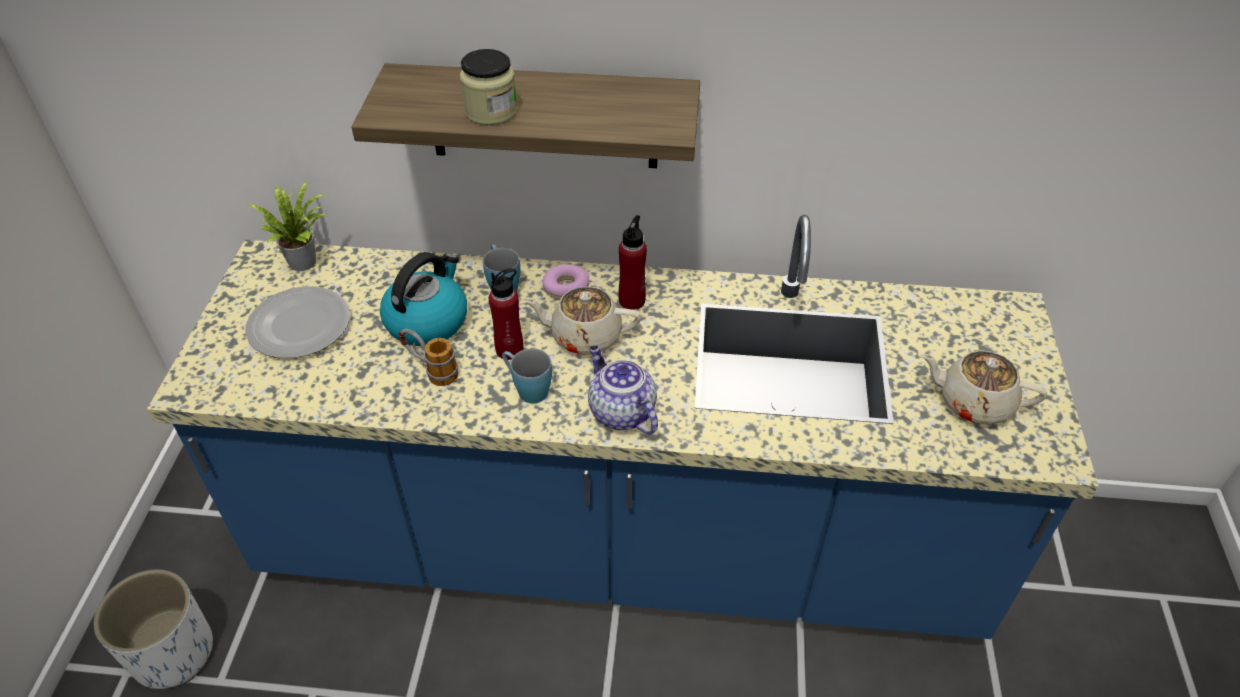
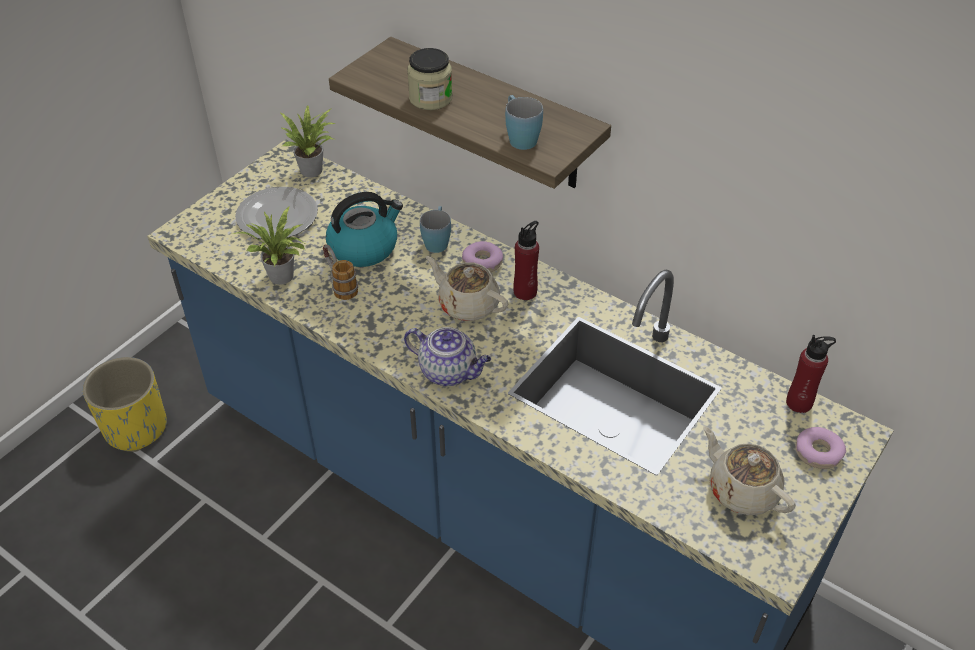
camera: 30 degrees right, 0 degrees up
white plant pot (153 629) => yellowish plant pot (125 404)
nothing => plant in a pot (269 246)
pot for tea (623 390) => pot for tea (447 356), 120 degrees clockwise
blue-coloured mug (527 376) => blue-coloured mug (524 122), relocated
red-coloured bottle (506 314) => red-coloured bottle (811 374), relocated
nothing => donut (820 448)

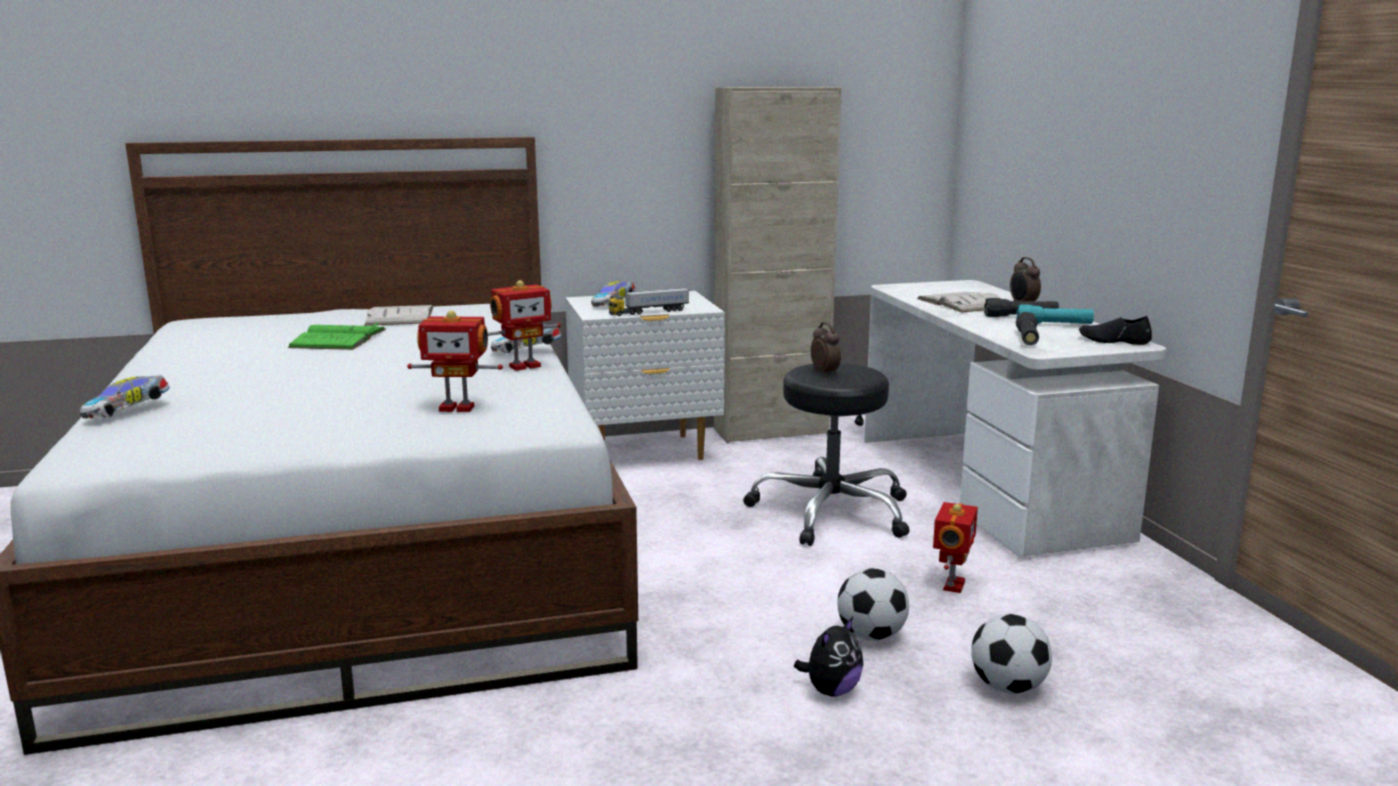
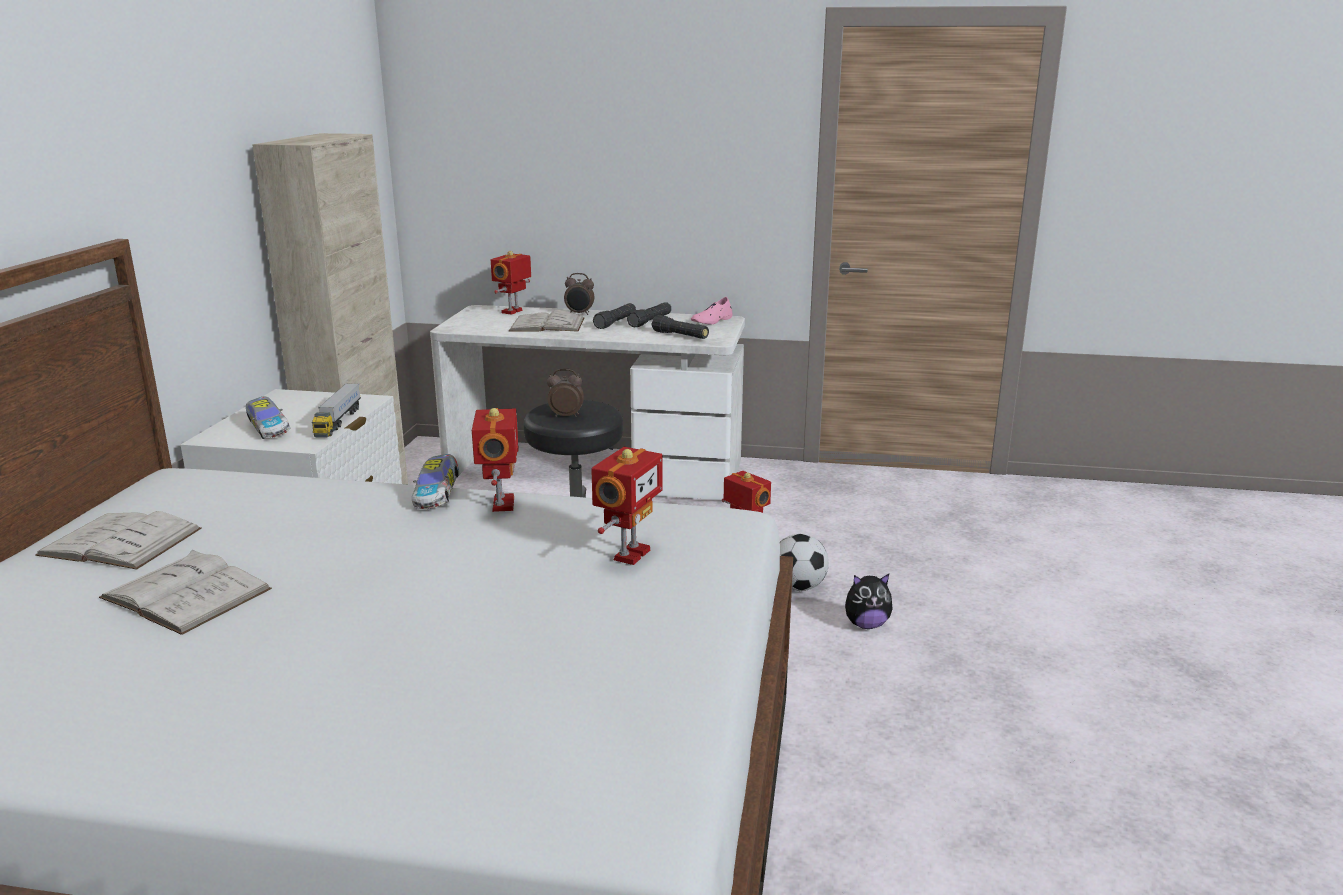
camera: 65 degrees left, 5 degrees up
greenish volume (337 336) => white volume (185 592)
nothing => robot figure (511 283)
turquoise flashlight (1055 314) => black flashlight (649 315)
black shoe (1115 330) => pink shoe (711 311)
cuddly toy (828 657) => cuddly toy (868 601), 105 degrees clockwise
toy car (125 397) => nothing
football (1011 654) => nothing

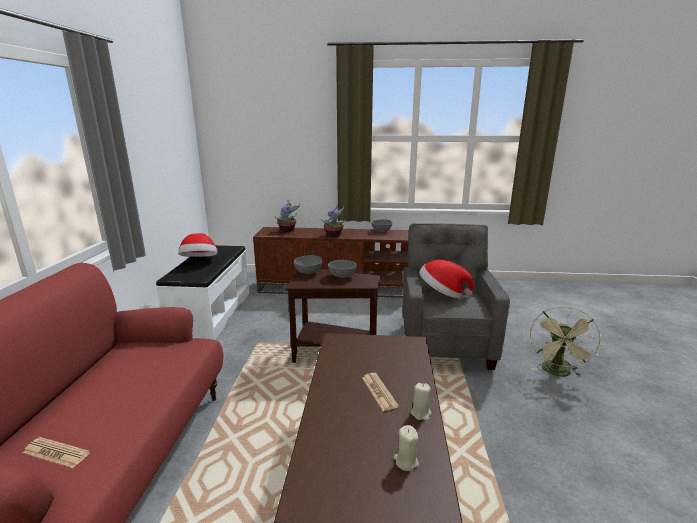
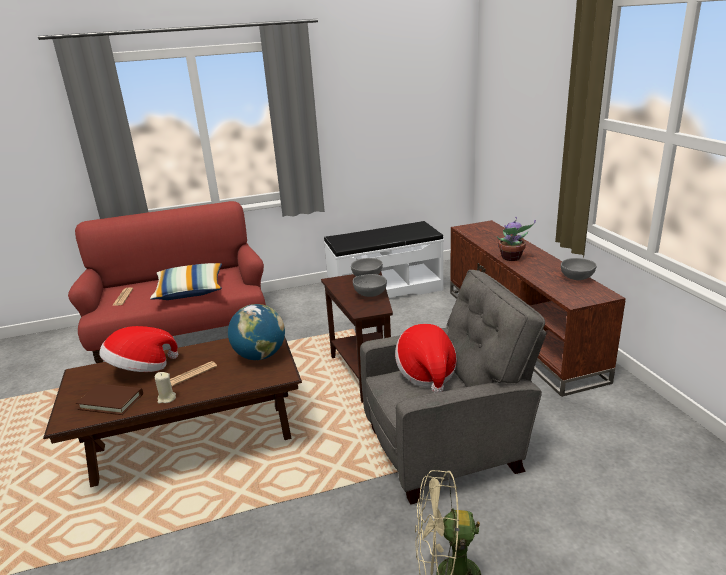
camera: 70 degrees right, 5 degrees up
beige-coloured wax light (406 448) => brown-coloured volume (109 399)
wearable hat (198 245) => wearable hat (138 349), relocated
nothing => pillow (186 281)
nothing => world globe (256 332)
plant in a pot (288 216) => nothing

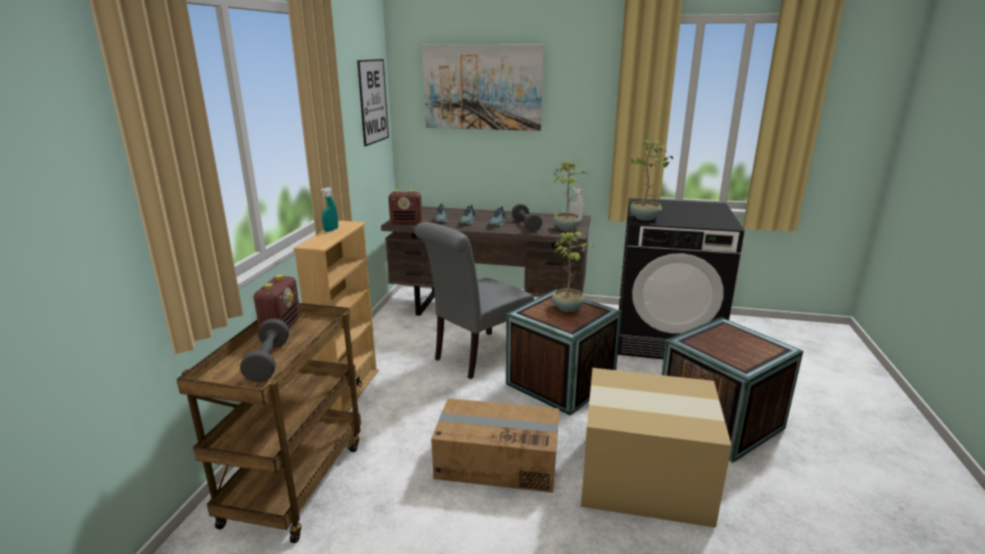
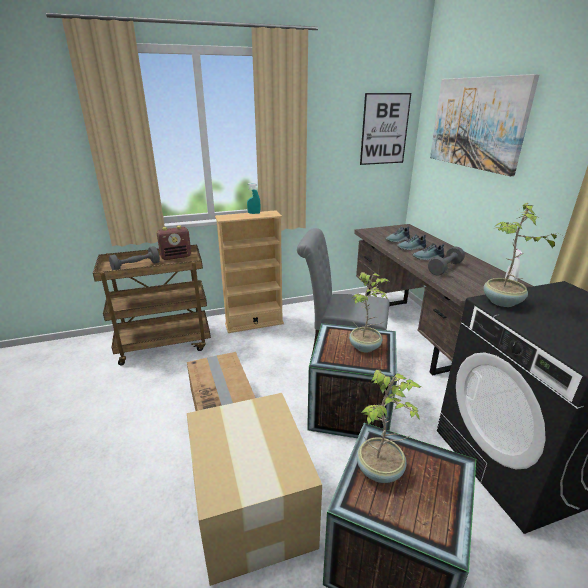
camera: 60 degrees right, 5 degrees up
plant in a pot (570 195) => plant in a pot (389 426), relocated
radio (405 207) => nothing

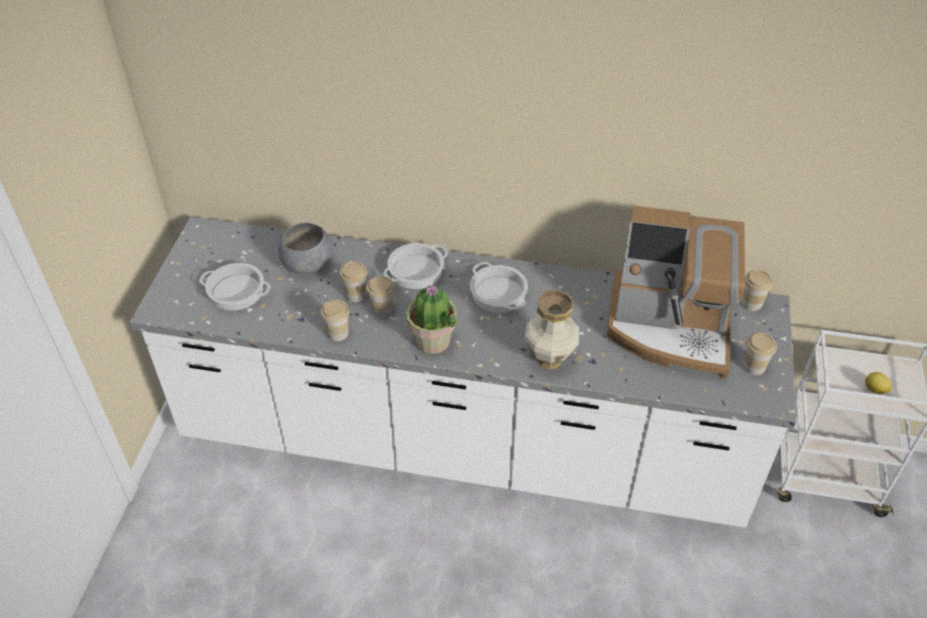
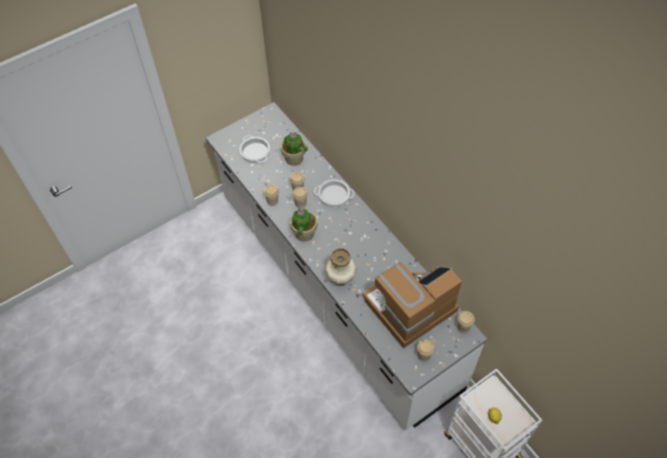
camera: 45 degrees right, 10 degrees up
gray serving bowl (305 248) => plant in a pot (294 149)
coffee machine (676 292) => coffee machine (412 306), 90 degrees clockwise
stockpot (499 287) => nothing

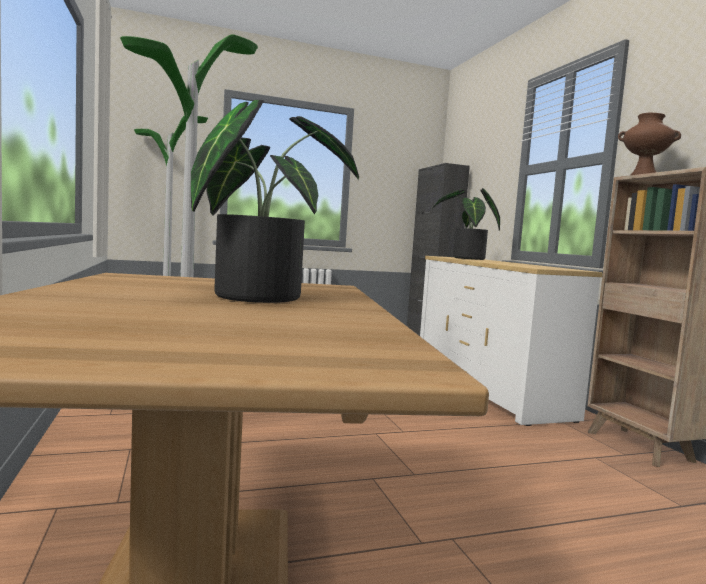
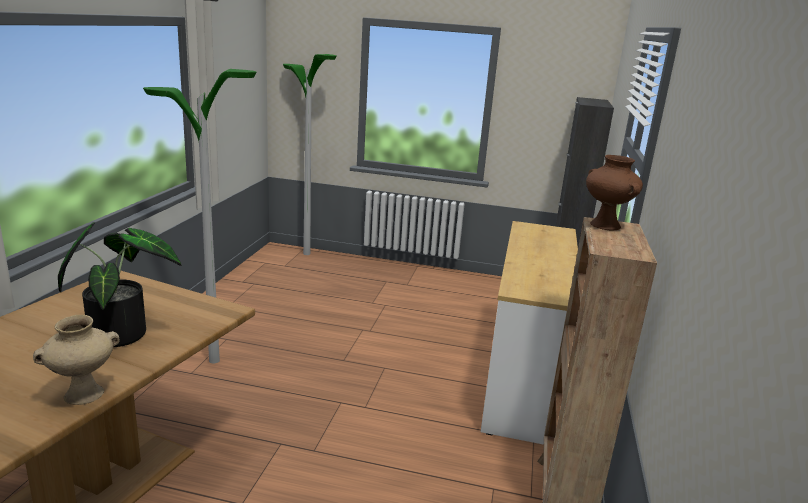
camera: 30 degrees right, 15 degrees up
nothing => beige-coloured flower vase (76 360)
plant in a pot (466 224) => nothing

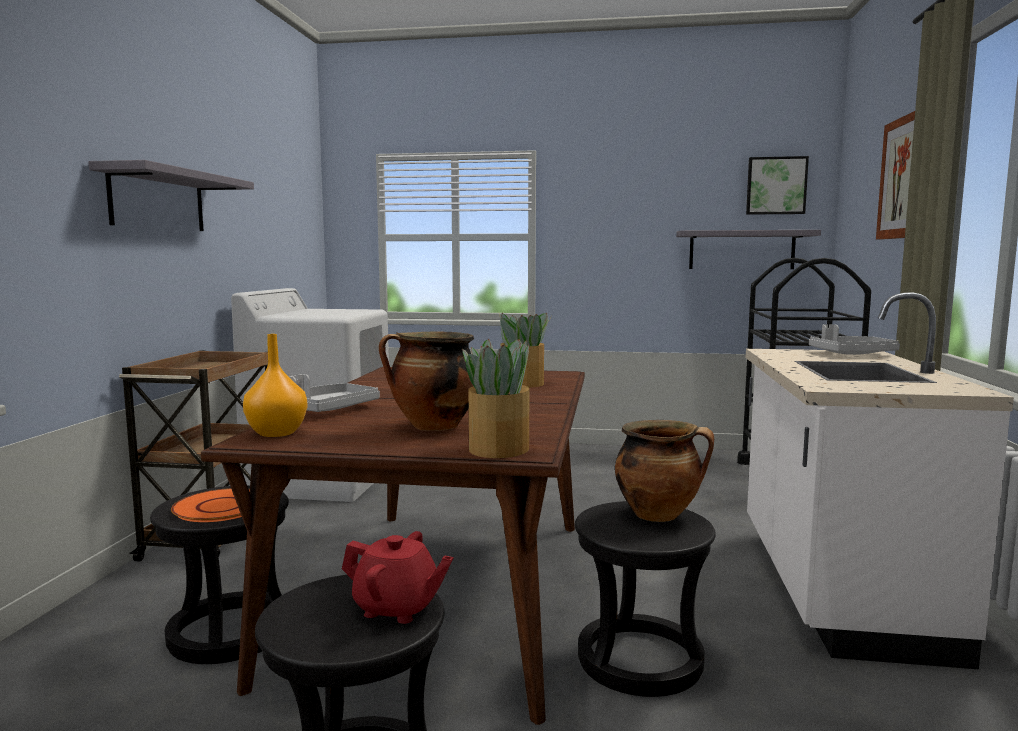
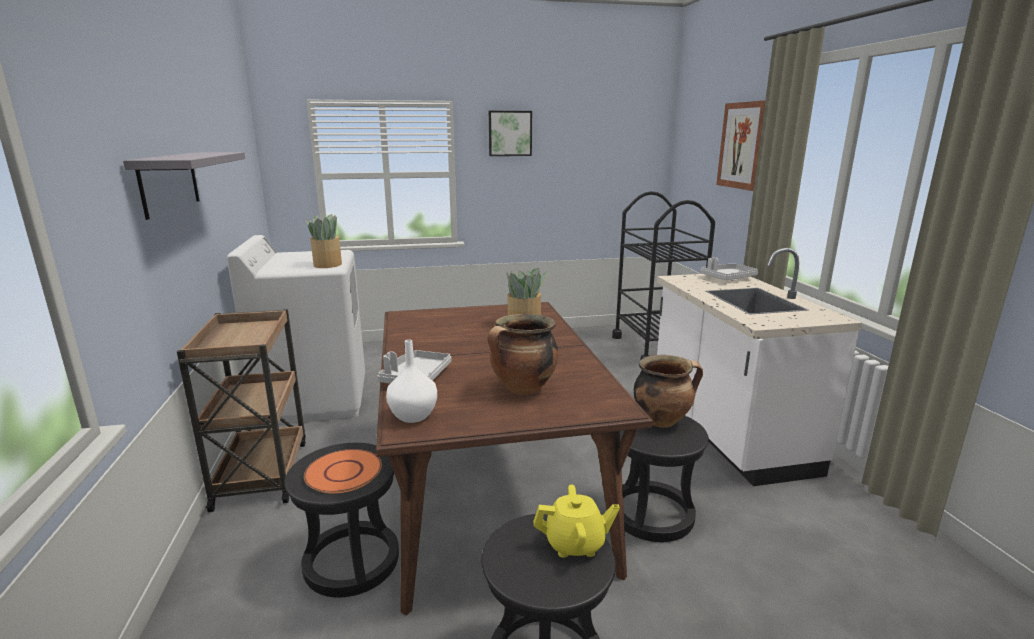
camera: 20 degrees left, 10 degrees up
plant in a pot (495 398) => plant in a pot (324 241), relocated
orangey flower vase (275 385) => white flower vase (411 381)
wall picture (777 185) => wall picture (510 133), relocated
red-coloured pot for tea (398 577) => yellowish pot for tea (577 521)
gray shelf (748 249) => nothing

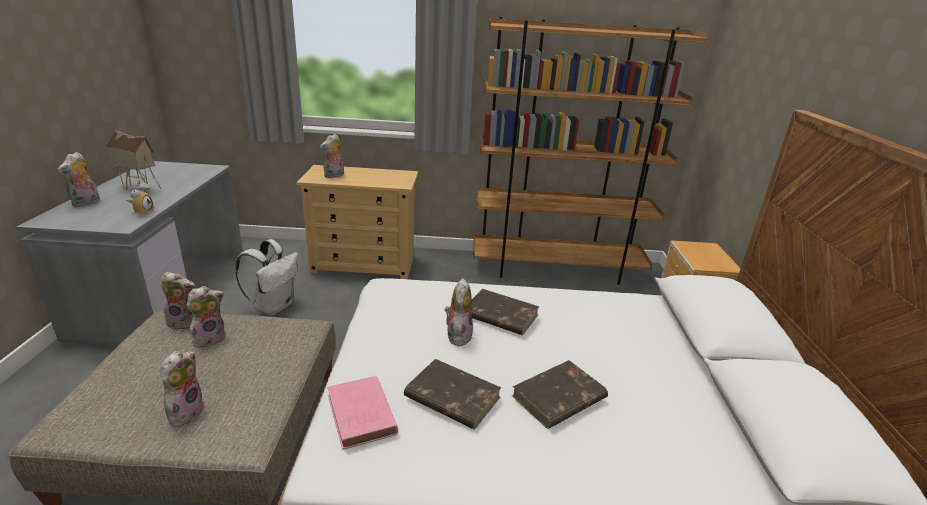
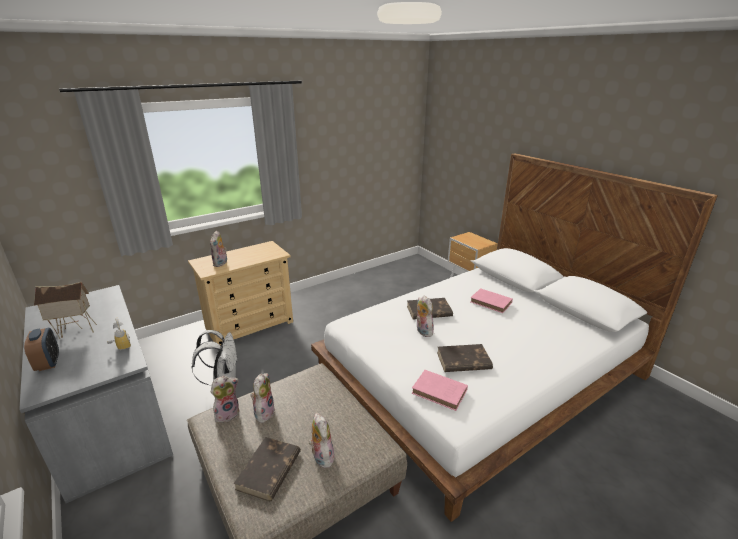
camera: 35 degrees left, 0 degrees up
cuddly toy (78 179) => alarm clock (41 349)
brown-coloured volume (560 394) => brown-coloured volume (267 469), relocated
nothing => pink volume (491 300)
brown-coloured bookshelf (591 151) => nothing

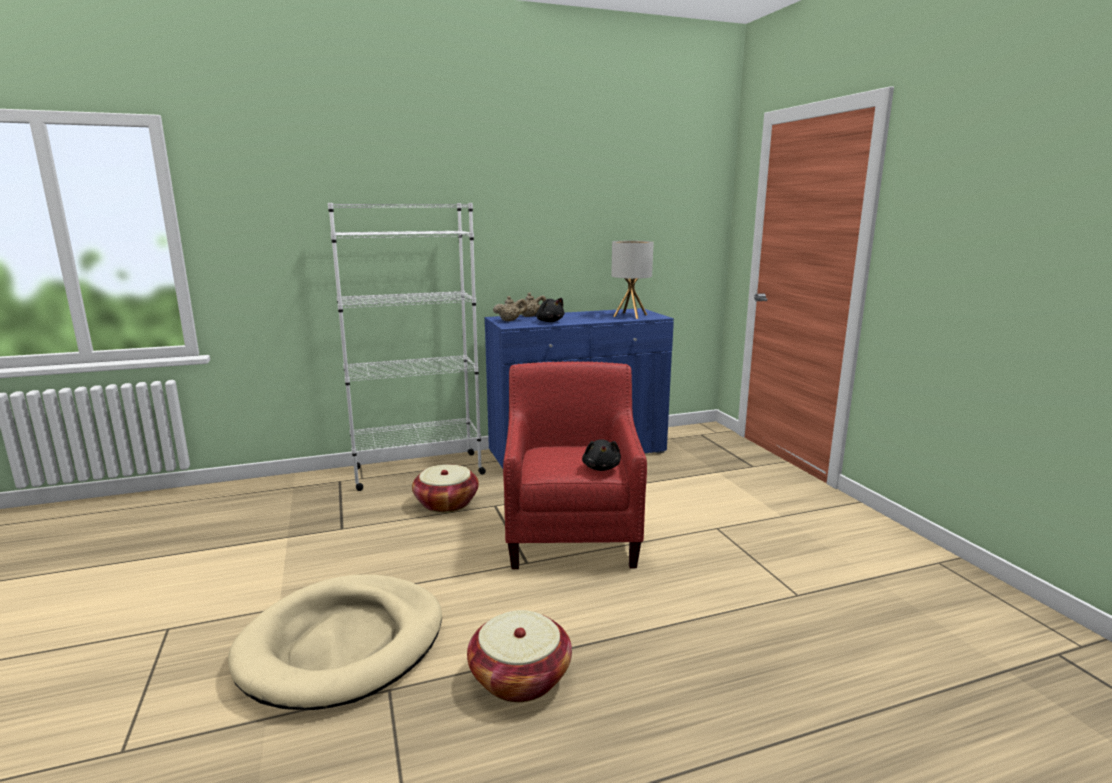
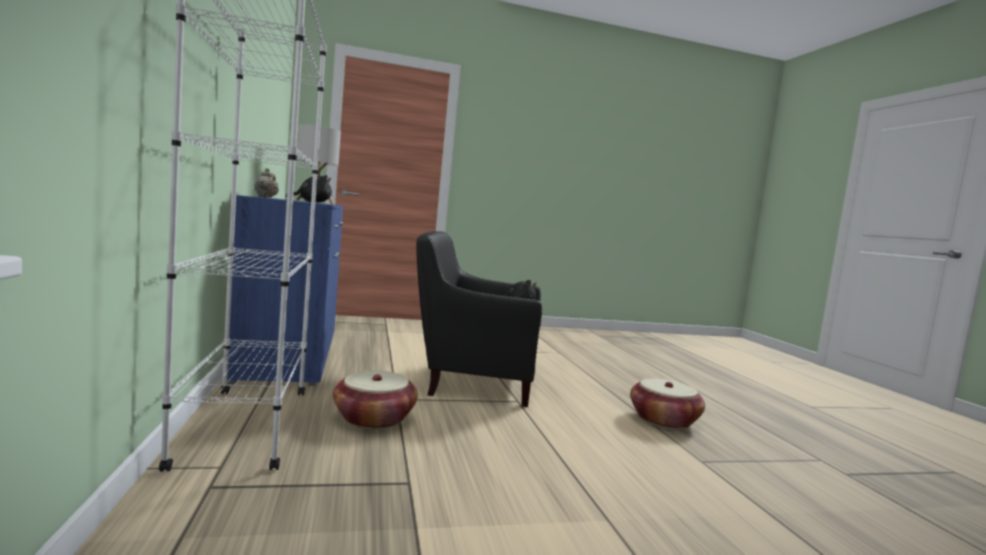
camera: 85 degrees left, 10 degrees down
red-coloured easy chair (575 465) => black easy chair (479 319)
beige-coloured dog cushion (335 642) => nothing
beige-coloured pot for tea (510 308) => nothing

